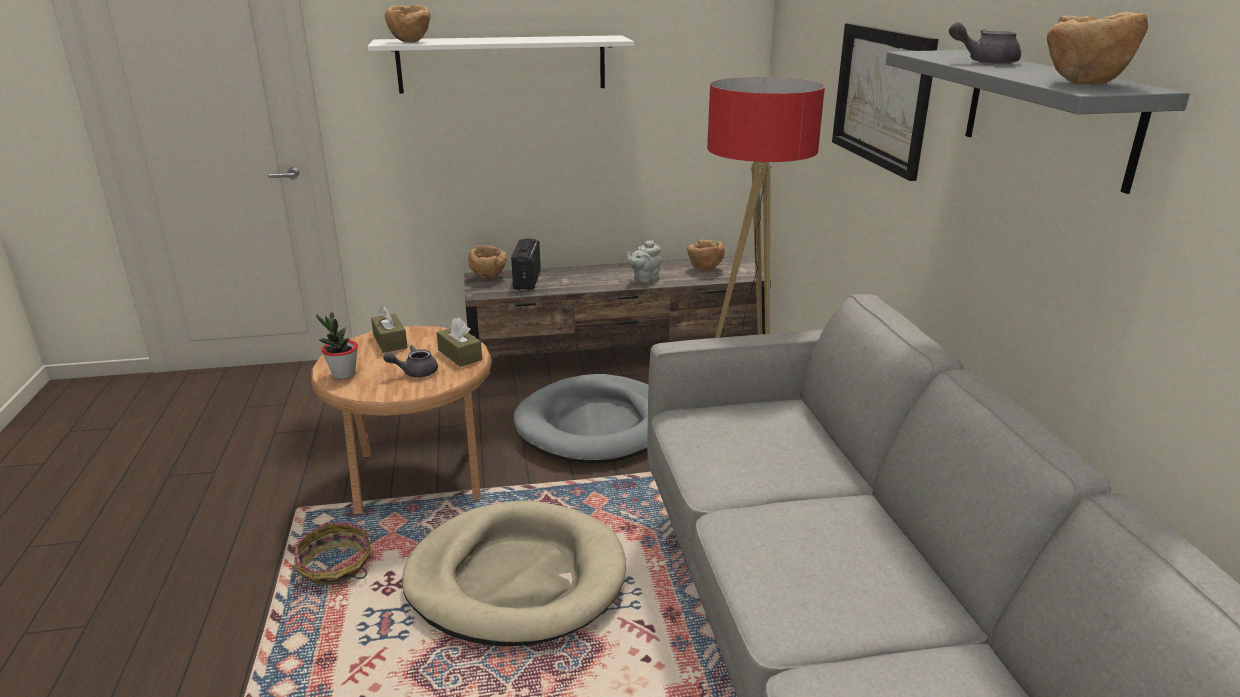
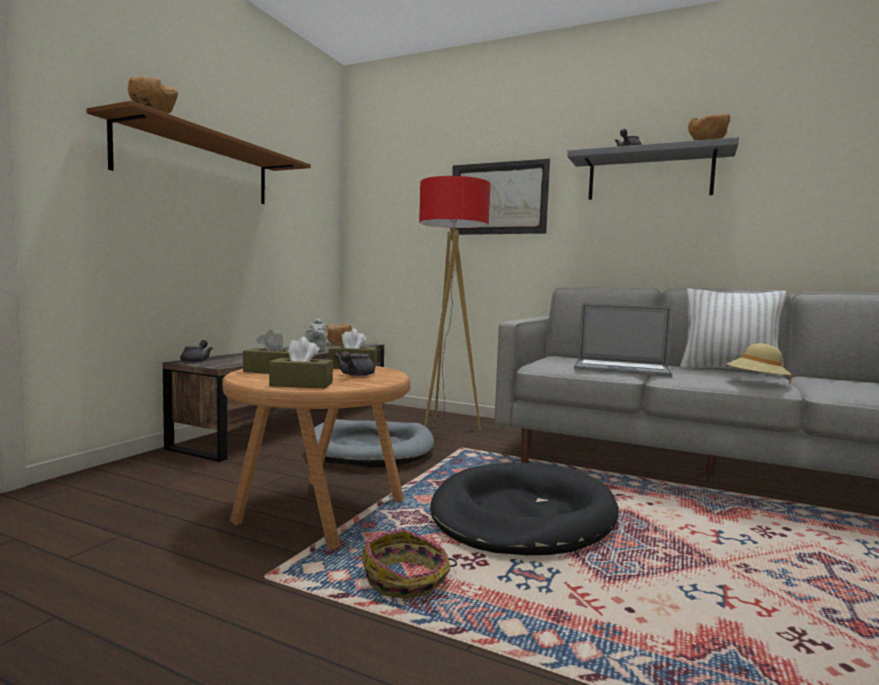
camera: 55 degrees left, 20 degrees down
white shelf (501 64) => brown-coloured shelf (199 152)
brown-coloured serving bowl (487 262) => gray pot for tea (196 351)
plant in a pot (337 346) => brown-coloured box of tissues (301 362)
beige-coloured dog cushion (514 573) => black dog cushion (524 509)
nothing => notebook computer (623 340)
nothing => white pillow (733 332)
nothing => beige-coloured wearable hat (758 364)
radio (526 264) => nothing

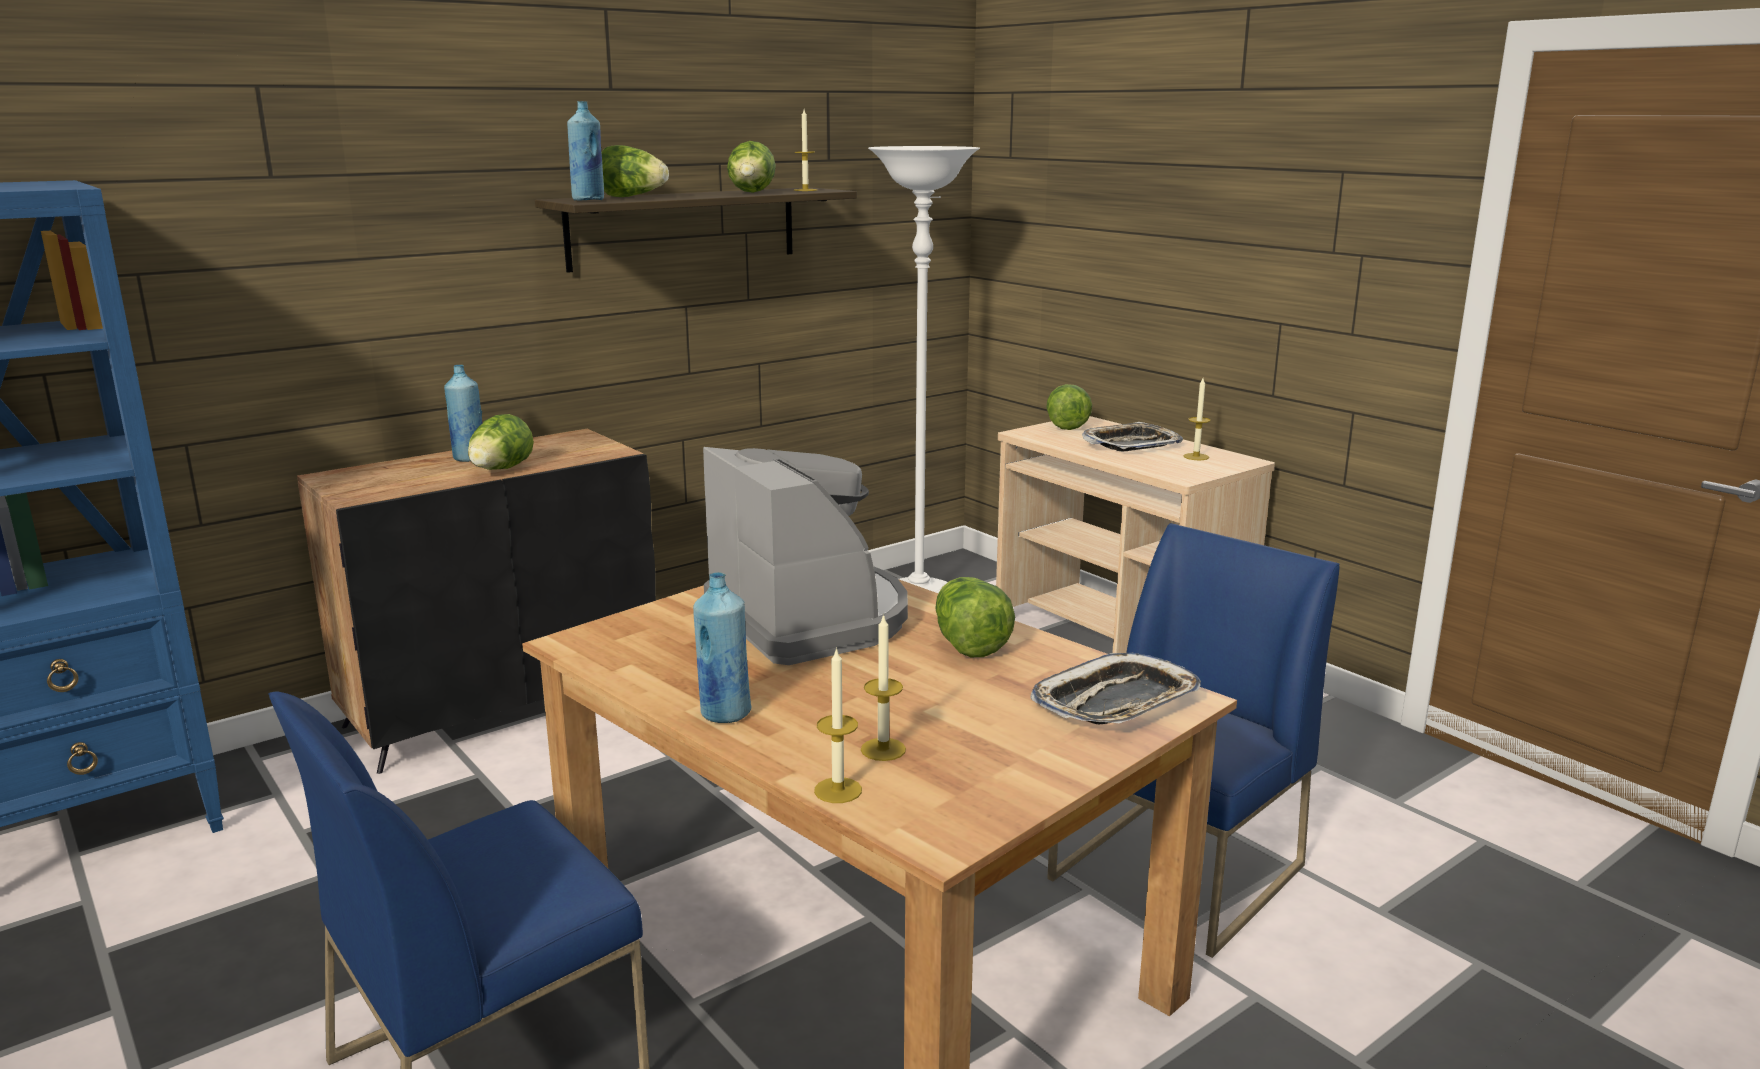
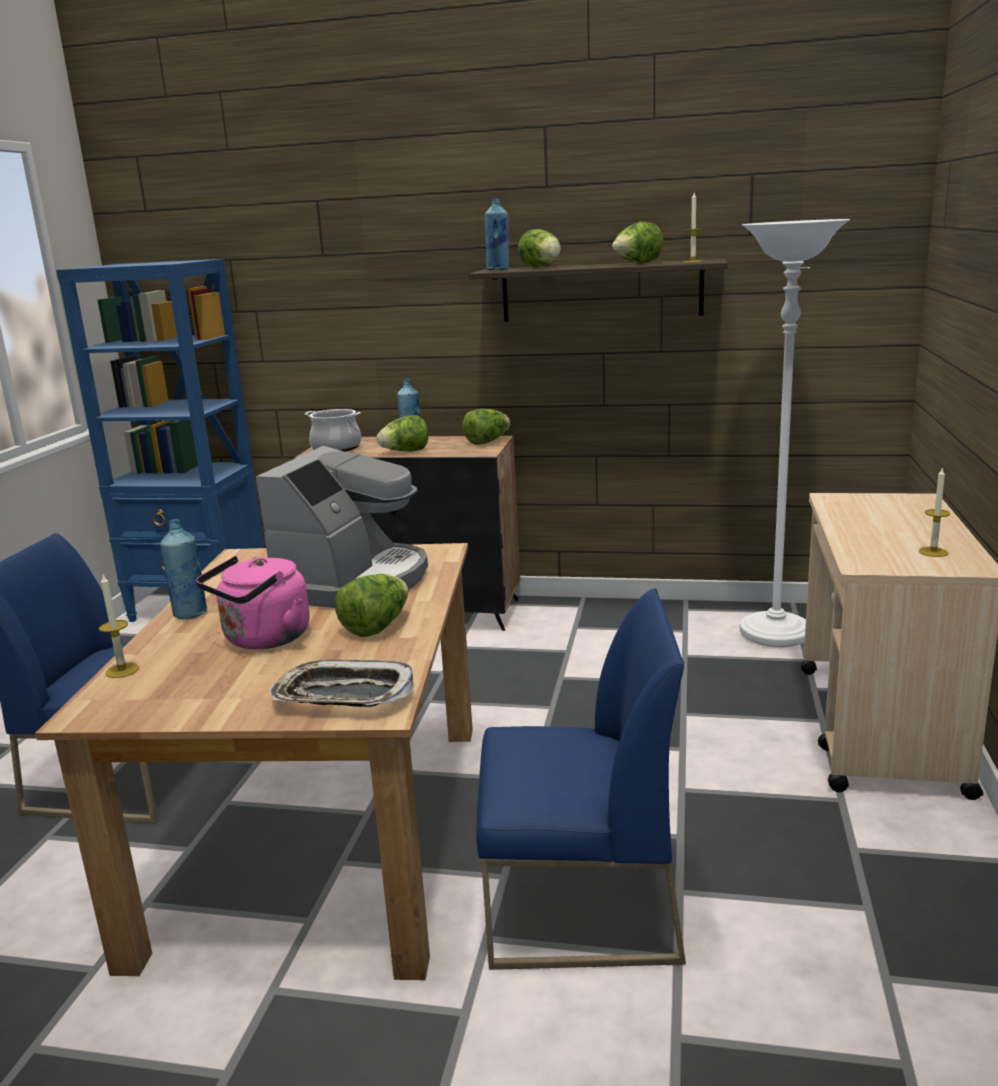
camera: 50 degrees right, 0 degrees up
nothing => pink tea kettle (253 602)
nothing => stockpot (333 430)
lettuce (1069 407) => lettuce (486 427), relocated
wax light (883 687) => nothing
carrying tray (1132 436) => nothing

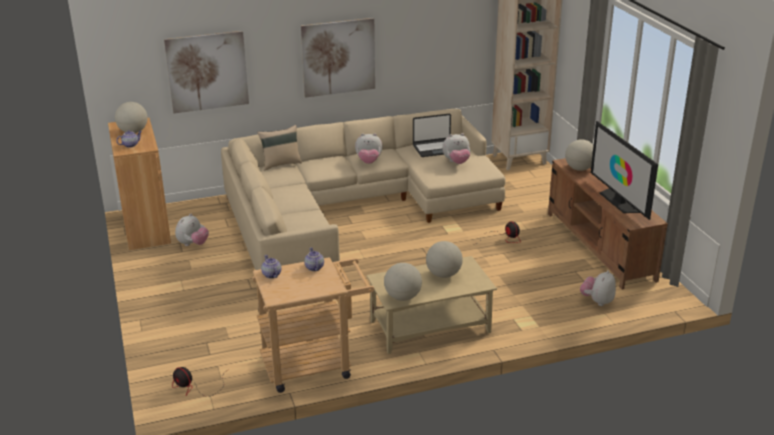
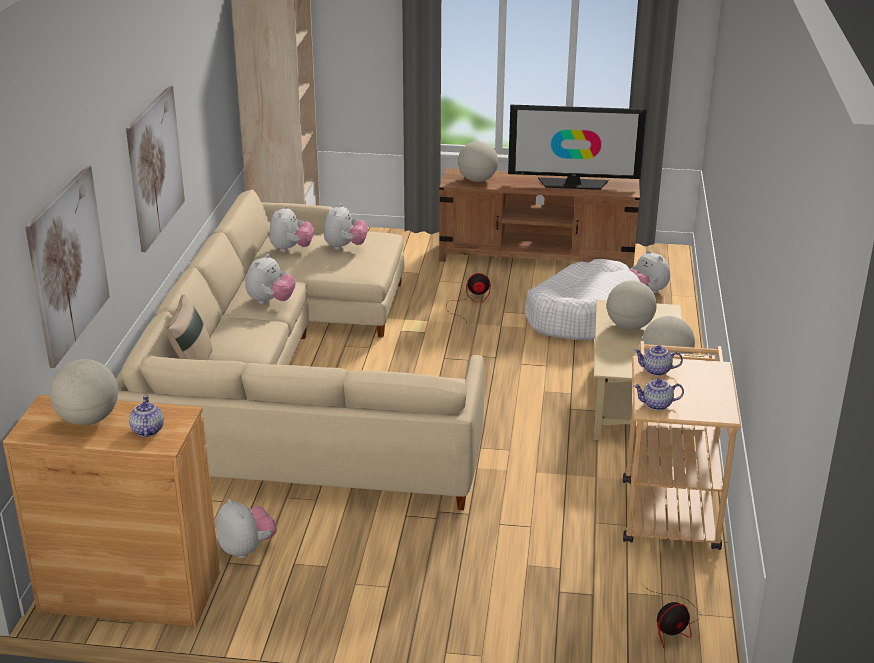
camera: 65 degrees left, 0 degrees up
notebook computer (432 135) => cuddly toy (291 228)
nothing => white dog cushion (582 299)

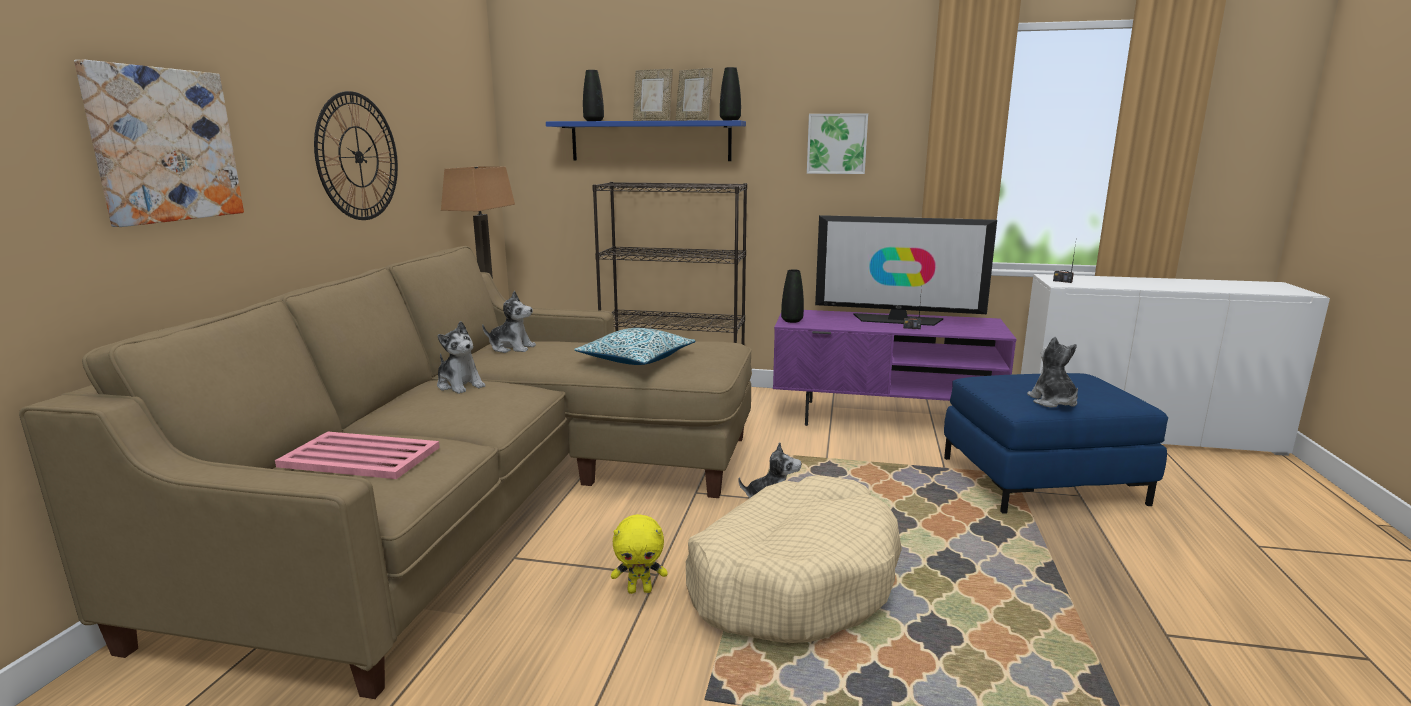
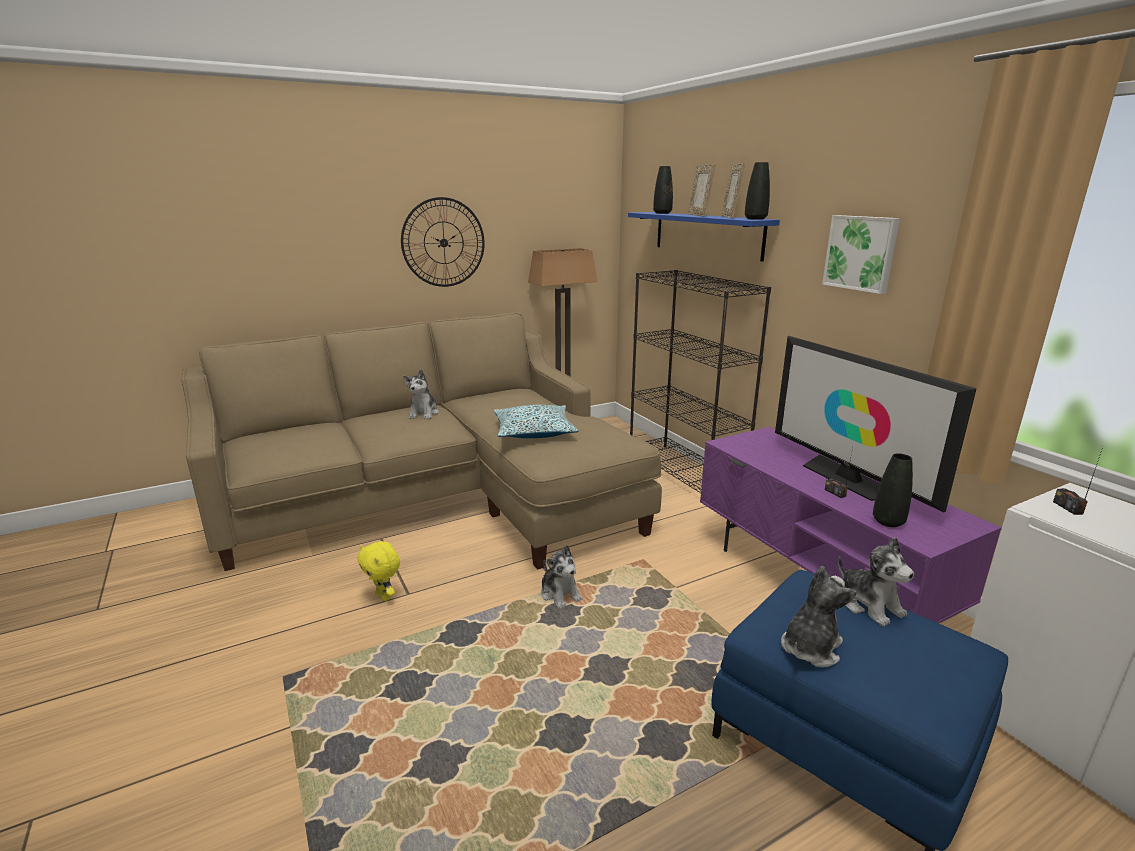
camera: 50 degrees right, 5 degrees up
cuddly toy (509 322) => cuddly toy (876 582), relocated
black flower vase (792 296) => black flower vase (893 490), relocated
wall picture (159 143) => nothing
pink carrying tray (357 455) => nothing
beige-coloured dog cushion (794 559) => nothing

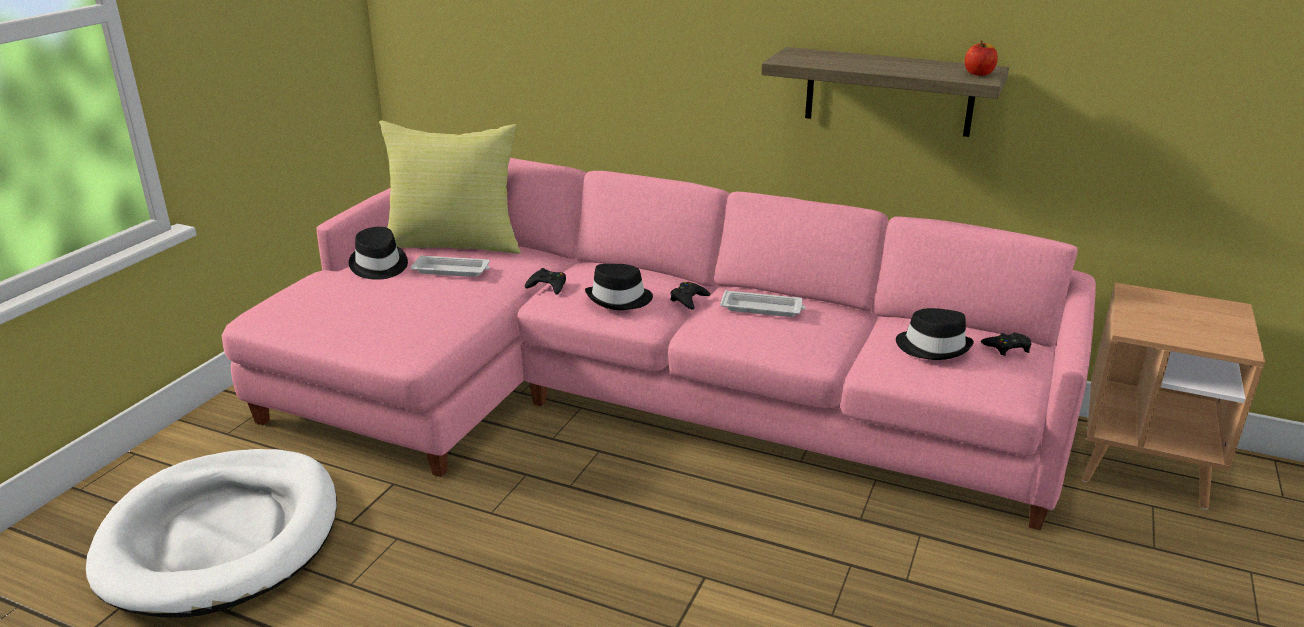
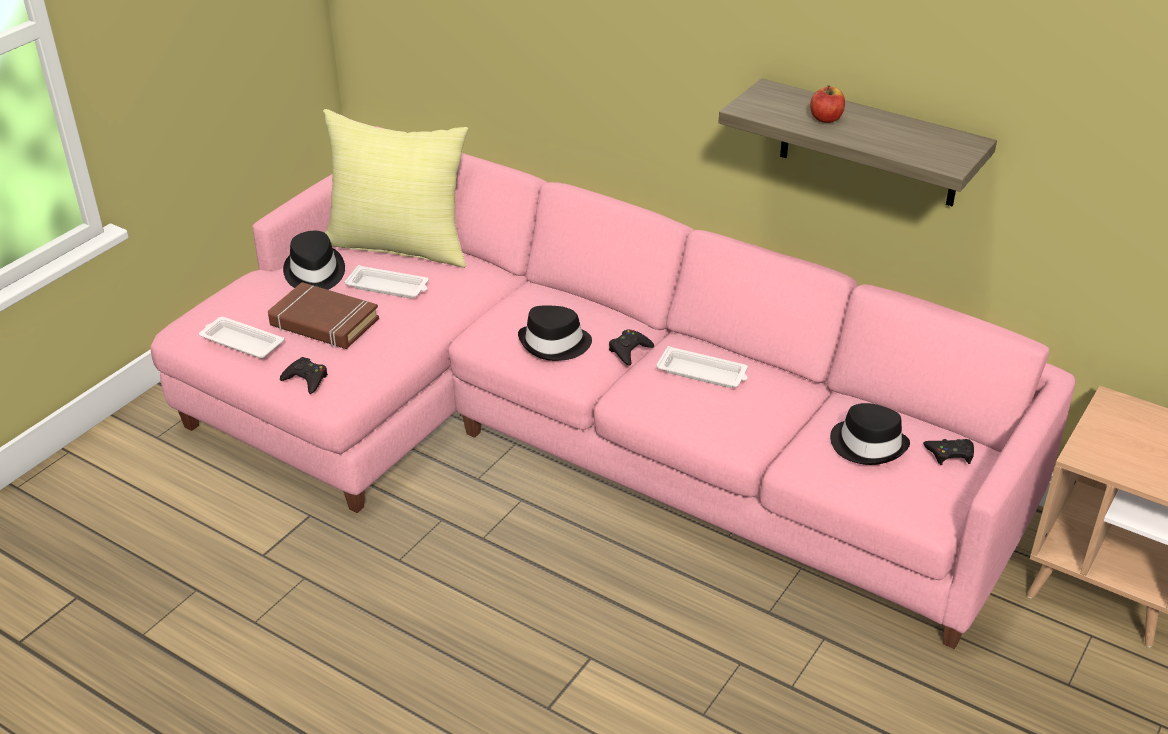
camera: 10 degrees right, 10 degrees up
nothing => white carrying tray (241 337)
nothing => brown-coloured volume (323 315)
black joypad (545 281) => black joypad (304 375), relocated
whole apple (981 58) => whole apple (827 104), relocated
white dog cushion (211 533) => nothing

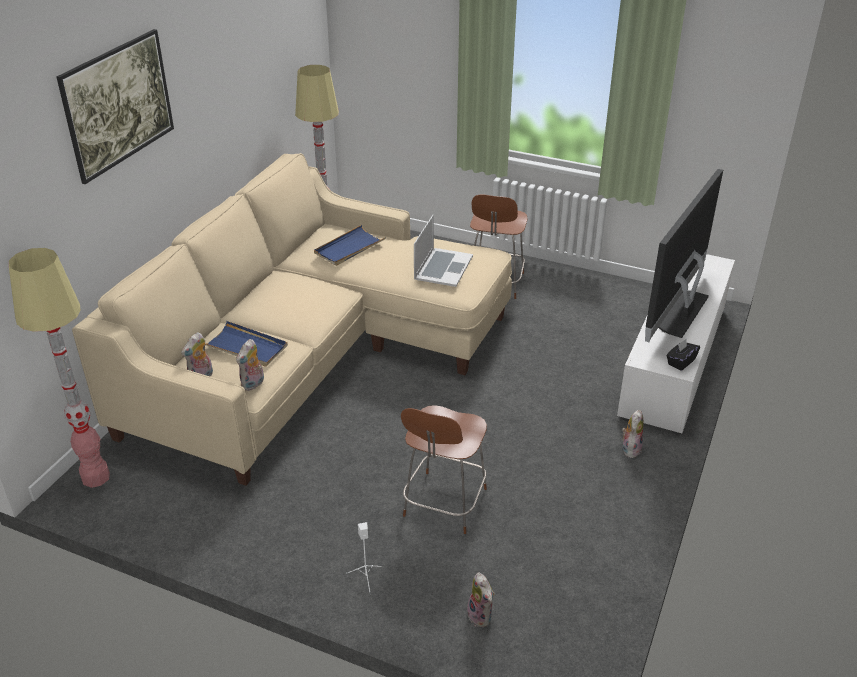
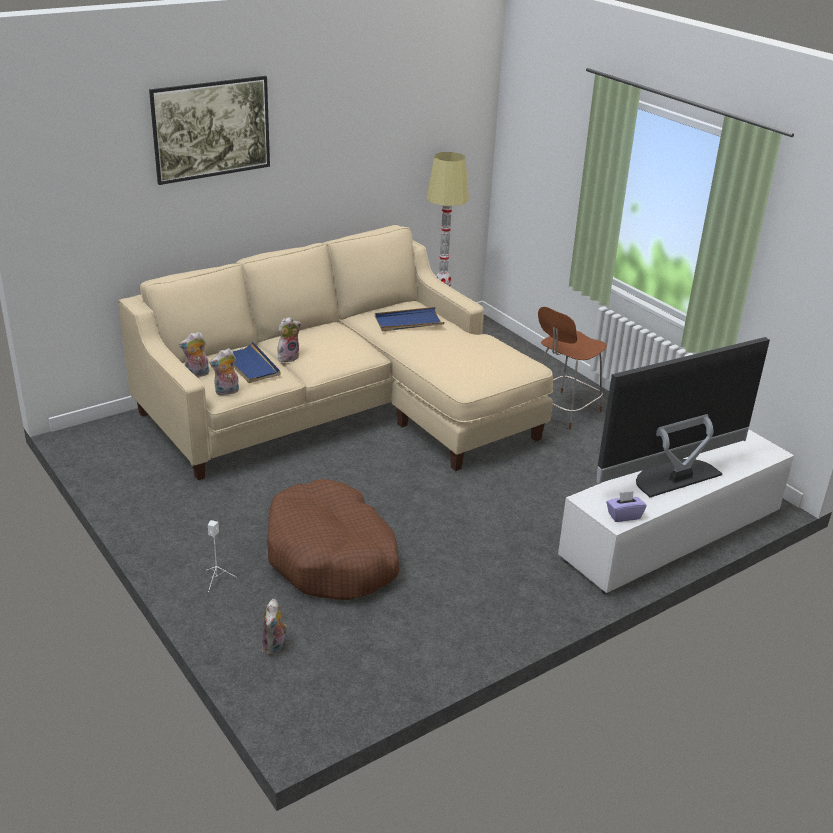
camera: 30 degrees right, 5 degrees down
brown-coloured sitting stool (444 469) => brown-coloured dog cushion (333 539)
cuddly toy (632 434) => cuddly toy (289 339), relocated
black box of tissues (683 355) => purple-coloured box of tissues (626 506)
floor lamp (59 368) => nothing
notebook computer (443 250) => nothing

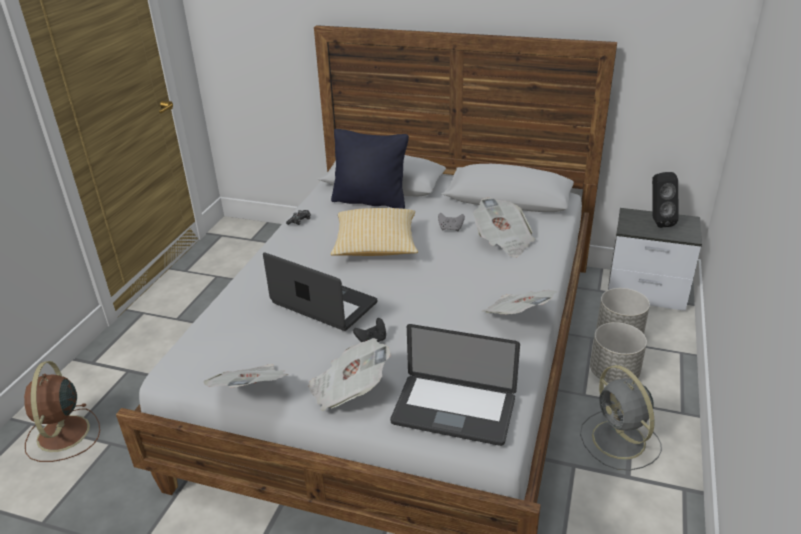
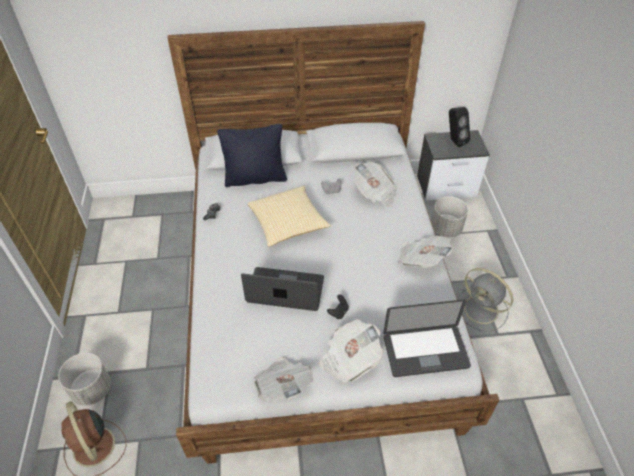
camera: 25 degrees left, 15 degrees up
gray plant pot (618 352) => gray plant pot (84 379), relocated

